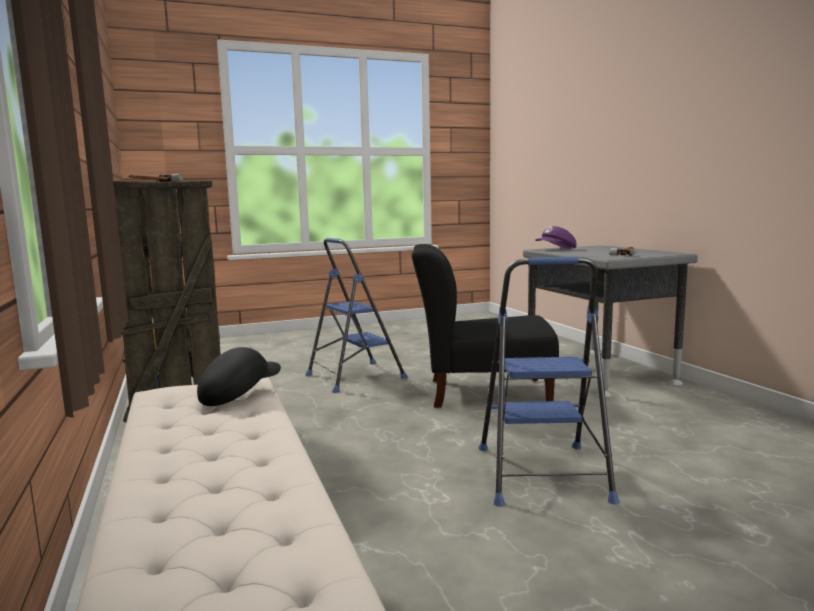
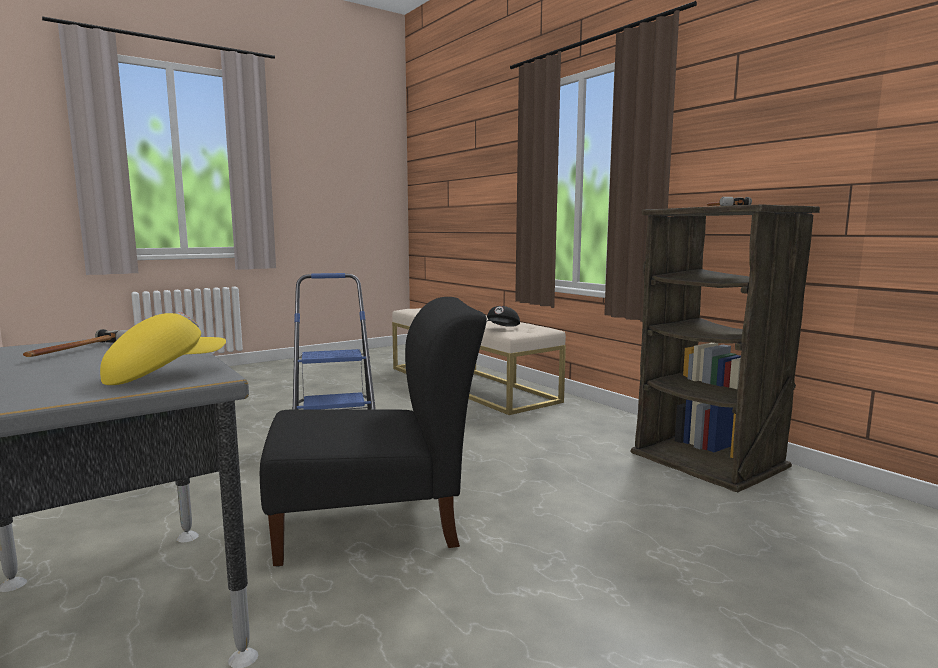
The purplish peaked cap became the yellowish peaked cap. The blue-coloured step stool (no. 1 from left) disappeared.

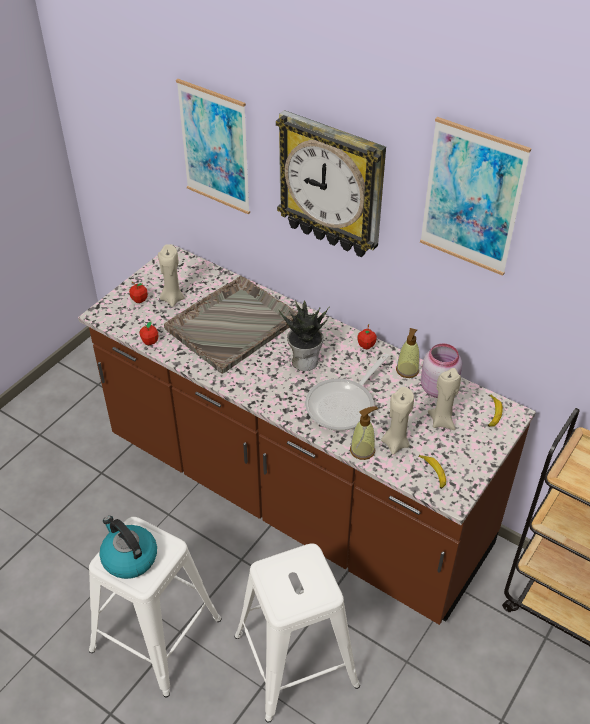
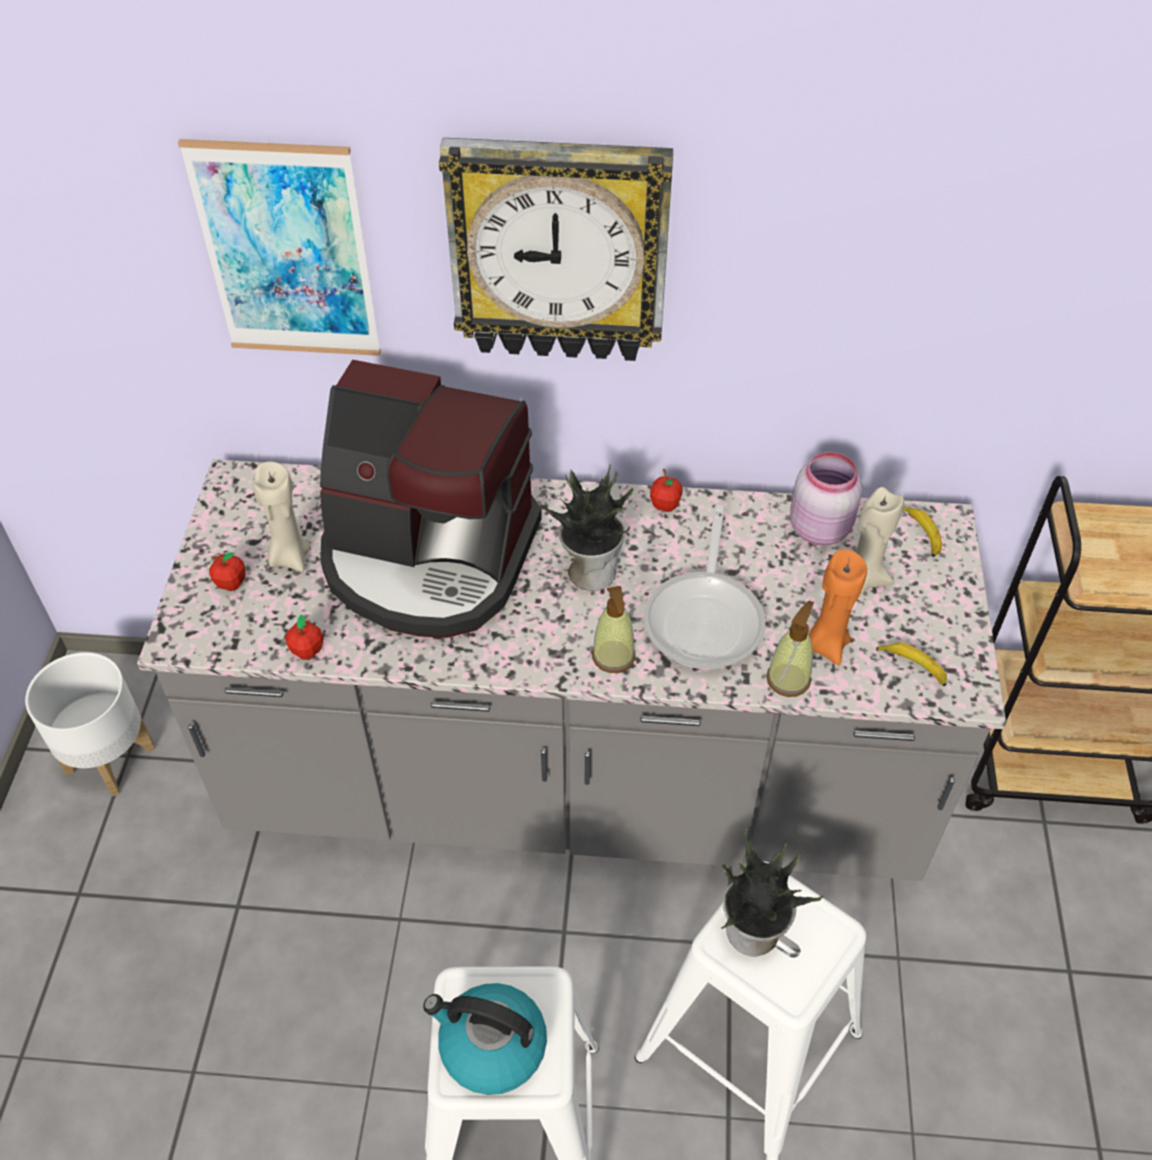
The wall picture (no. 2 from left) disappeared. The brownish counter became the gray counter. The gray tray was replaced by the coffee brewer. The soap dispenser (no. 2 from left in the first image) moved. The beige-coloured wax light (no. 2 from left) became the orange wax light. The whitish plant pot appeared. The houseplant (no. 2 from left) appeared.

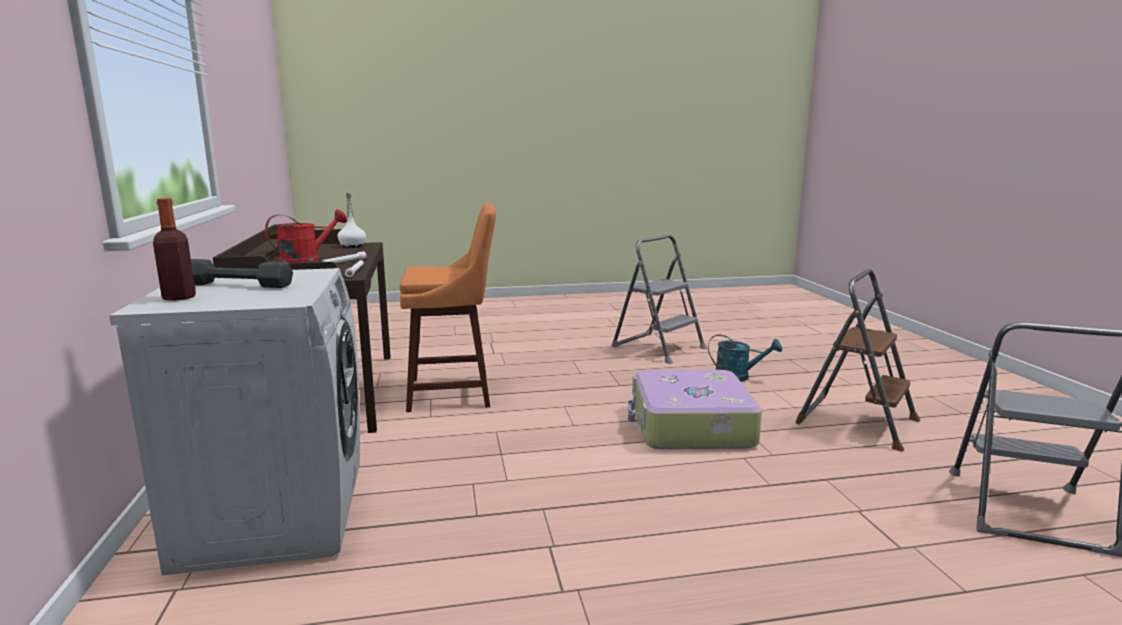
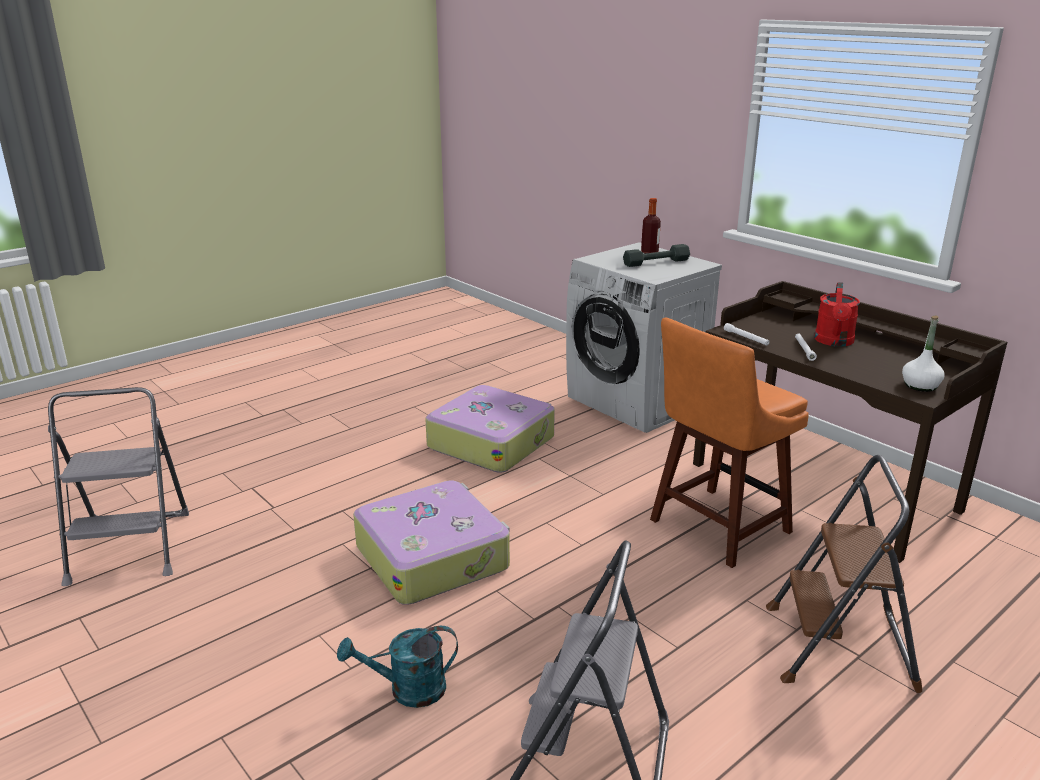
The brownish step stool moved. The suitcase (no. 2 from left) appeared.

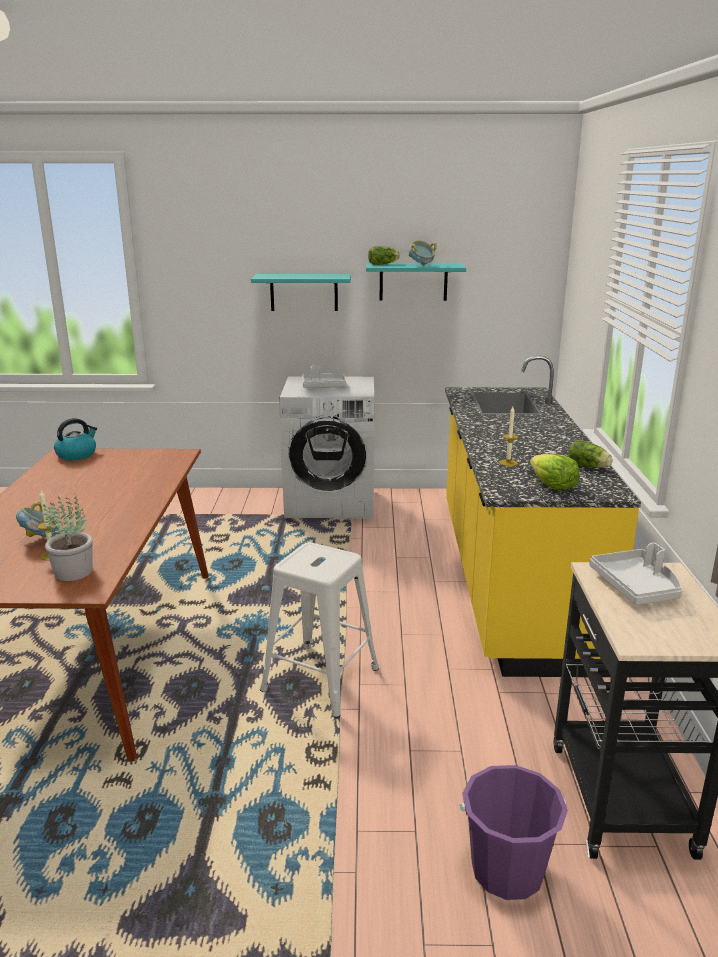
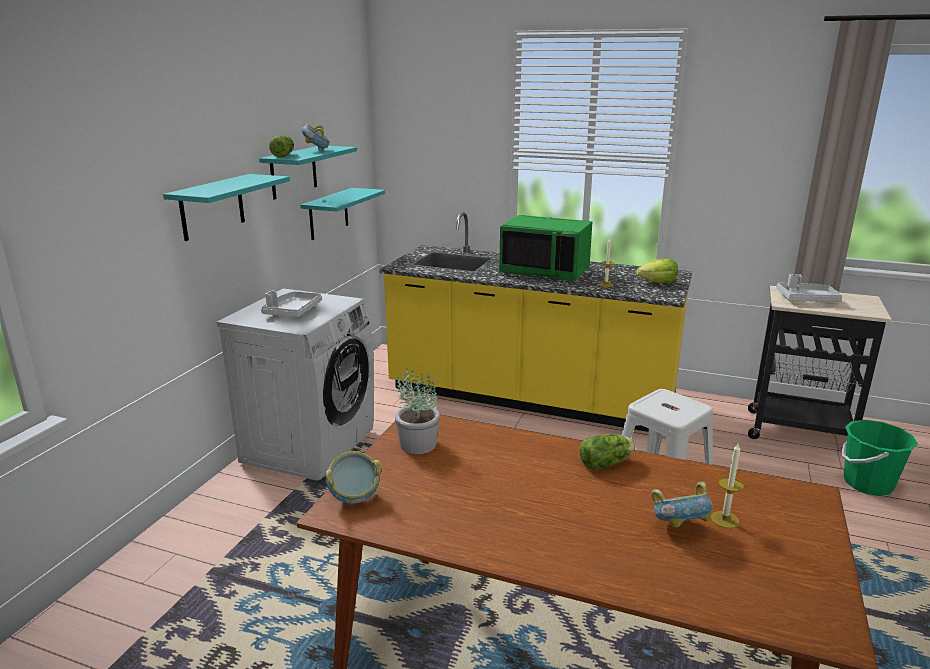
The tea kettle was replaced by the deep dish (no. 2 from left). The lettuce head (no. 3 from left in the first image) moved. The houseplant moved. The purplish bucket became the greenish bucket. The turquoise-coloured shelf (no. 3 from left) appeared. The greenish kitchen microwave appeared.

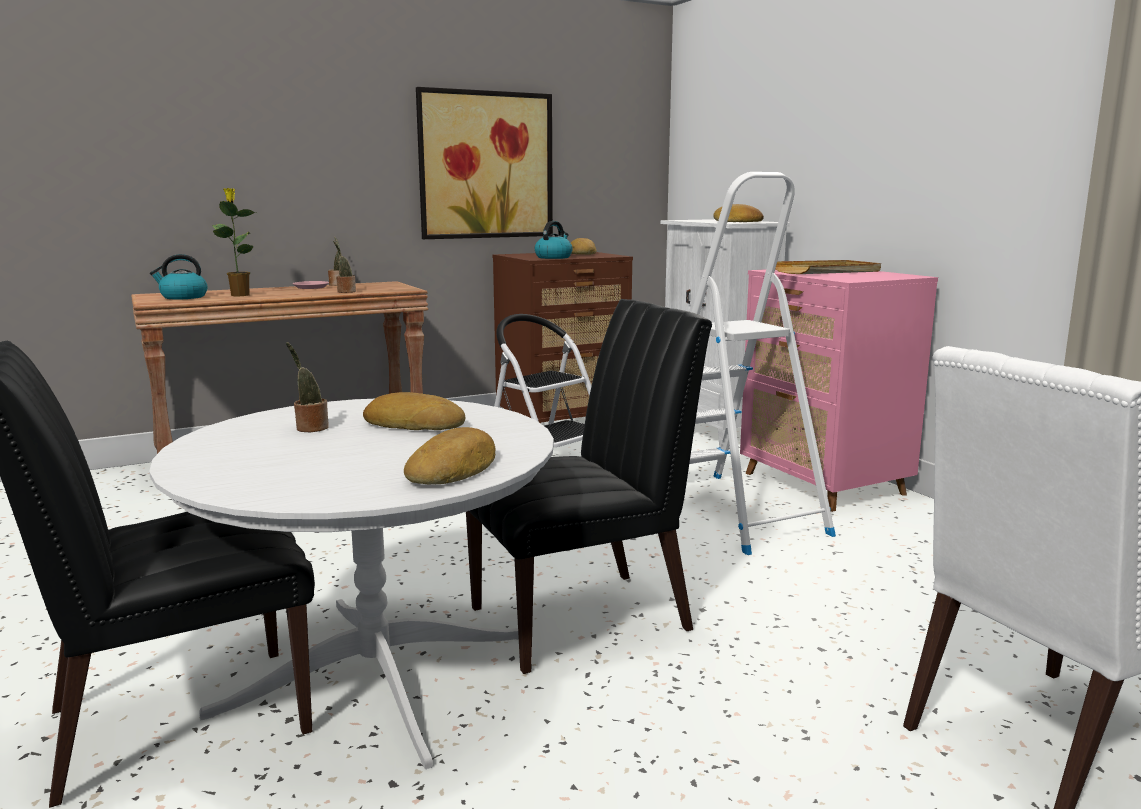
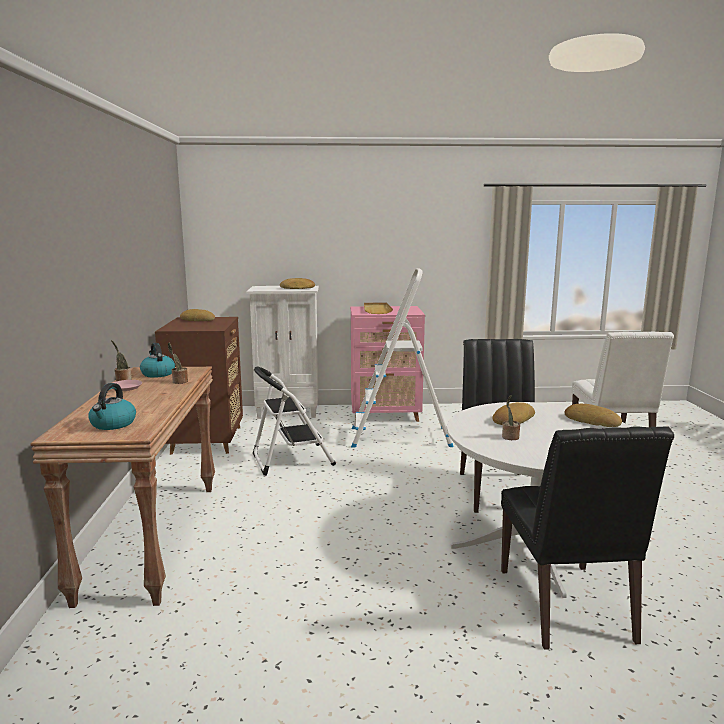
The wall picture disappeared. The houseplant (no. 1 from left) disappeared. The tea kettle (no. 2 from left) moved.

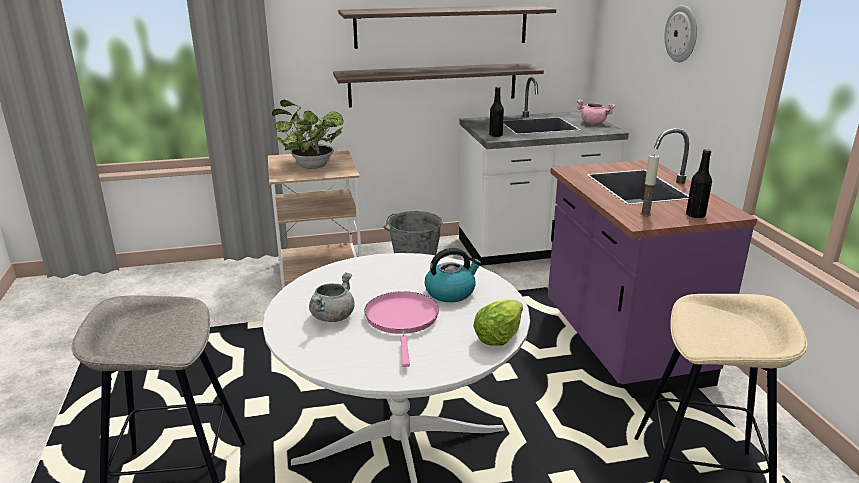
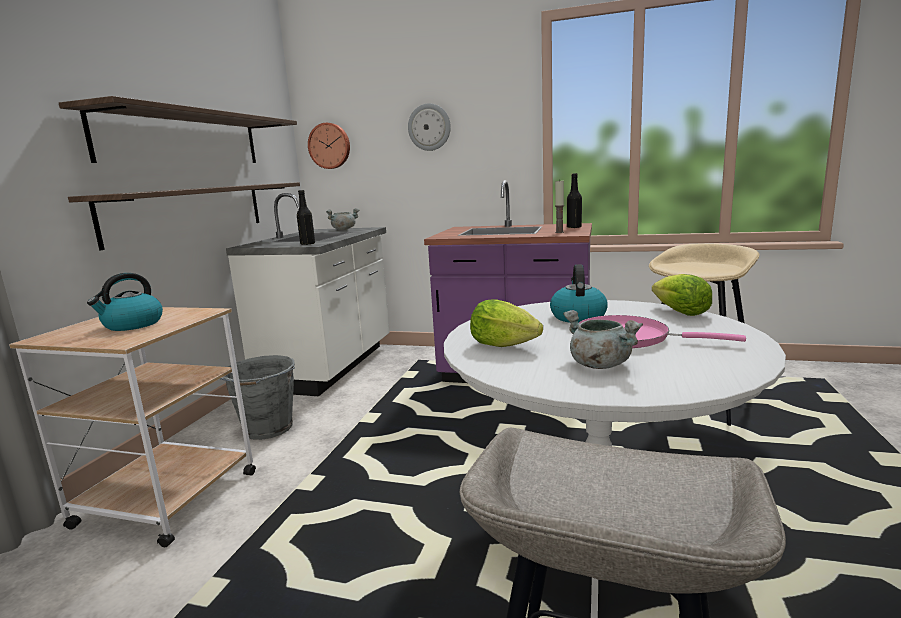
The houseplant was replaced by the tea kettle (no. 1 from left). The pinkish cooking pot became the gray cooking pot (no. 1 from left). The wall clock (no. 1 from left) appeared. The lettuce head (no. 1 from left) appeared.

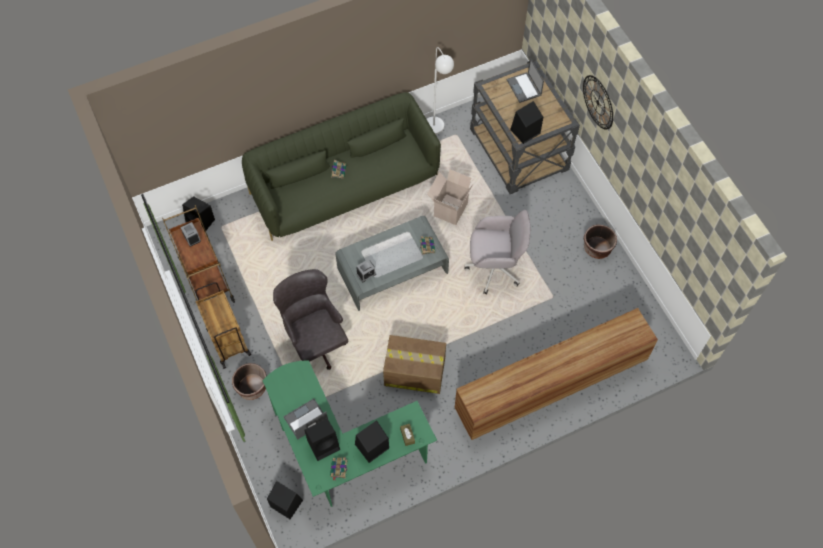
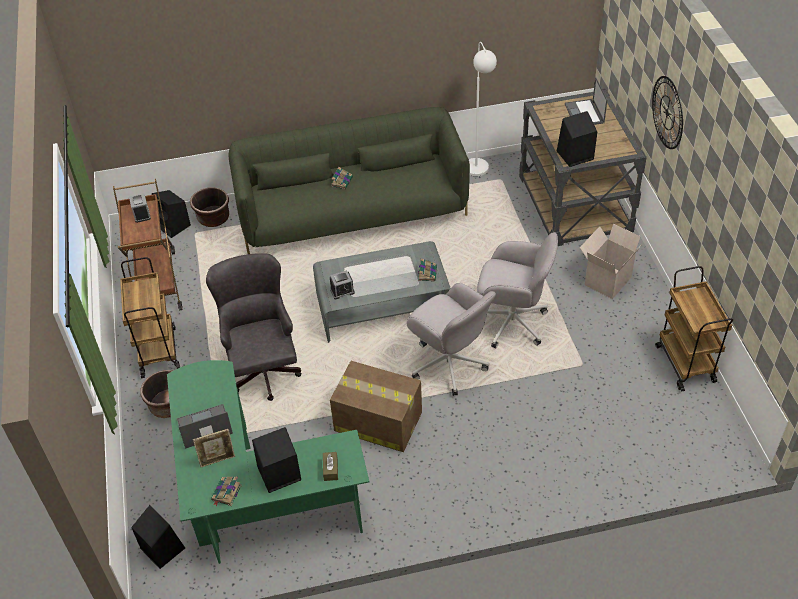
The carton (no. 2 from left) moved. The brownish plant pot (no. 2 from left) moved. The brownish cabinet disappeared. The black-coloured loudspeaker (no. 3 from left) was replaced by the photo frame. The brownish wheeled cart (no. 3 from left) appeared. The gray computer chair (no. 2 from left) appeared.

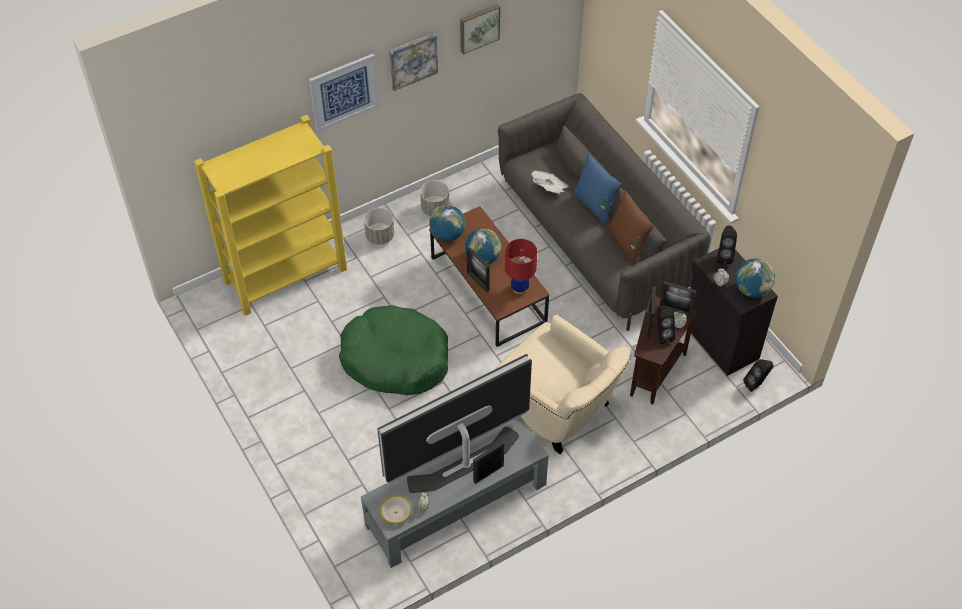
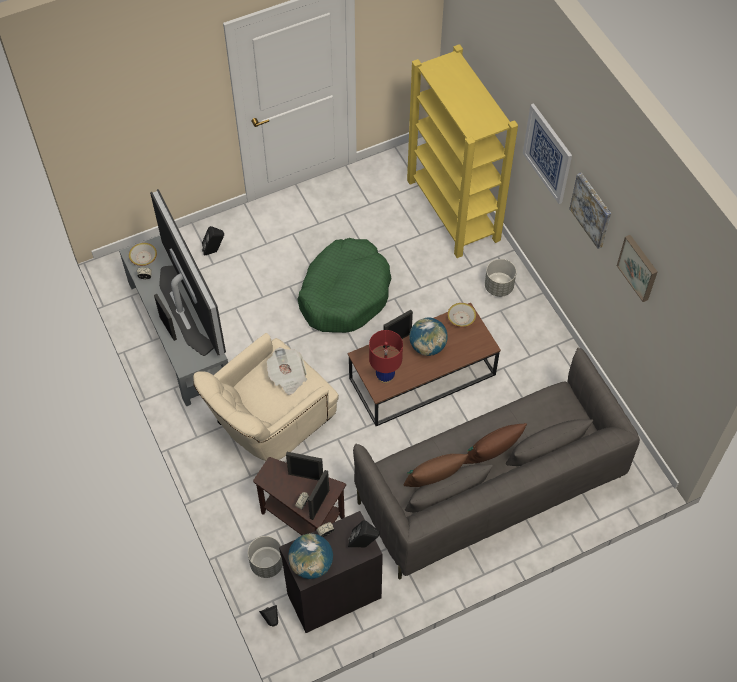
The blue-coloured pillow became the brownish pillow (no. 2 from left). The printed paper moved. The gray plant pot (no. 2 from left in the first image) moved. The desk globe (no. 1 from left) was replaced by the deep dish (no. 2 from left). The black-coloured loudspeaker (no. 1 from left) moved.

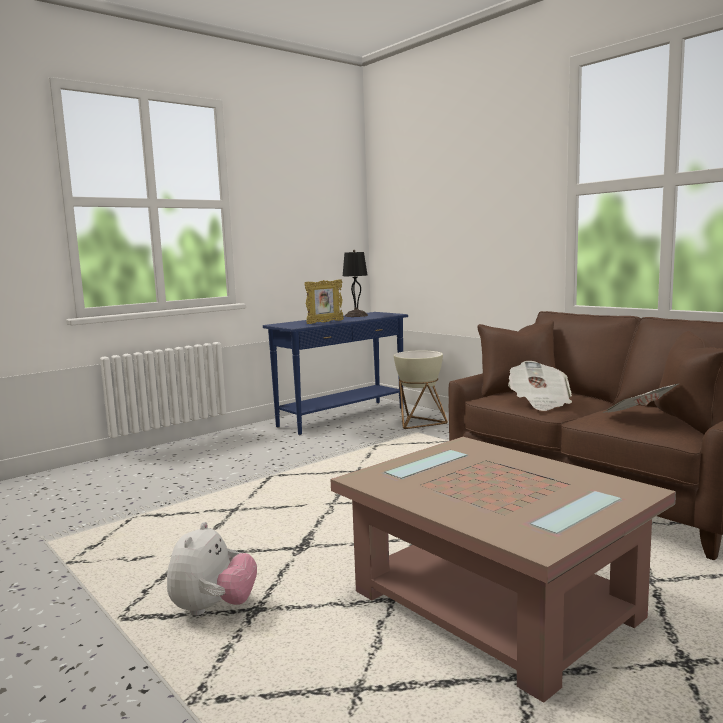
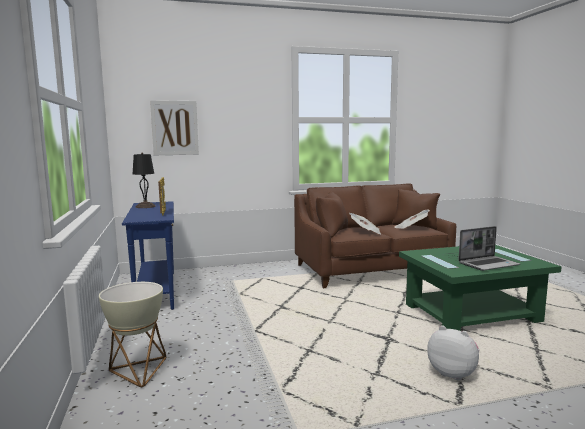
The plant pot moved. The brownish lounge table became the greenish lounge table. The wall picture appeared. The laptop appeared.

